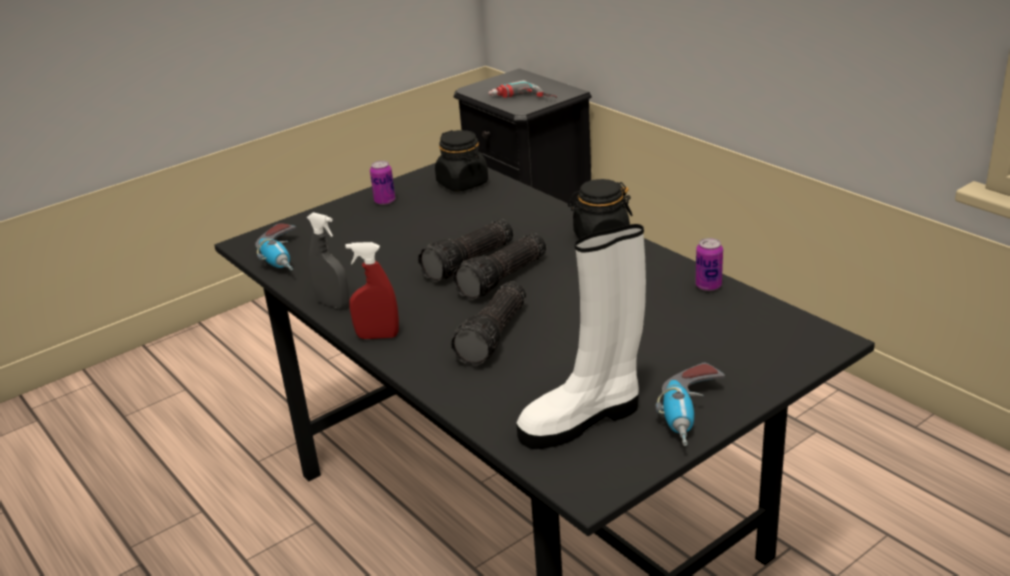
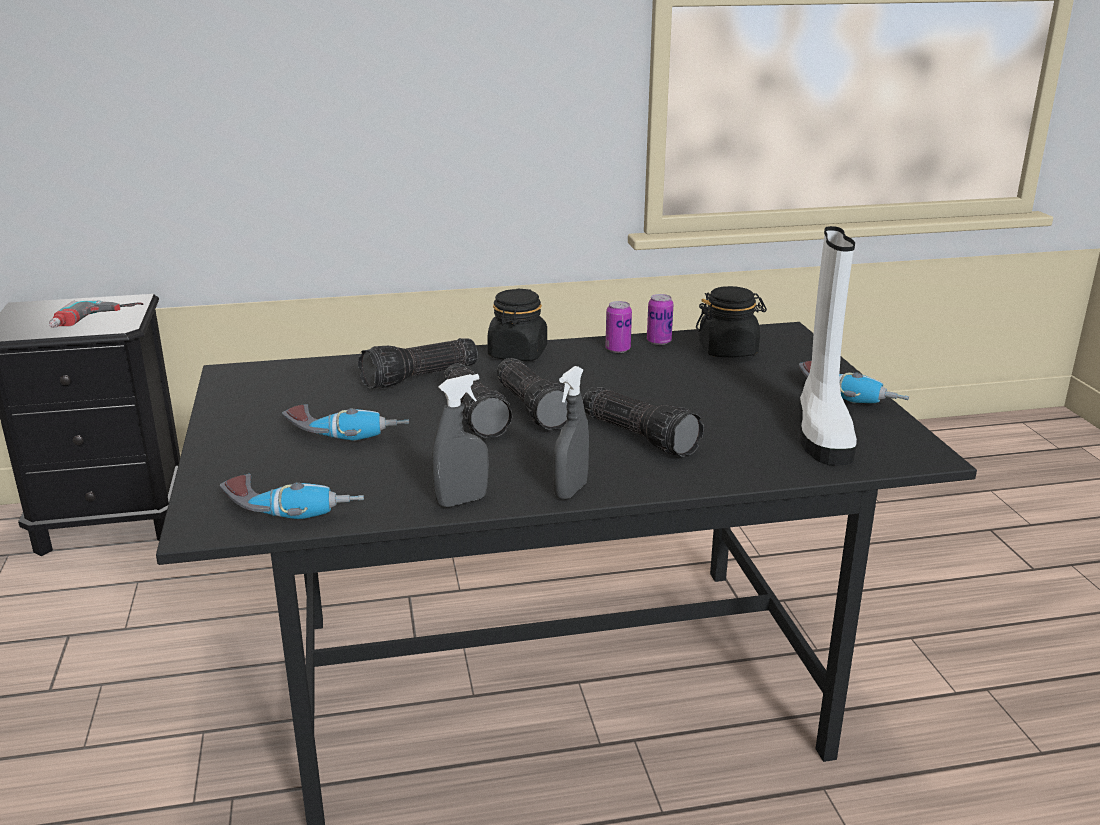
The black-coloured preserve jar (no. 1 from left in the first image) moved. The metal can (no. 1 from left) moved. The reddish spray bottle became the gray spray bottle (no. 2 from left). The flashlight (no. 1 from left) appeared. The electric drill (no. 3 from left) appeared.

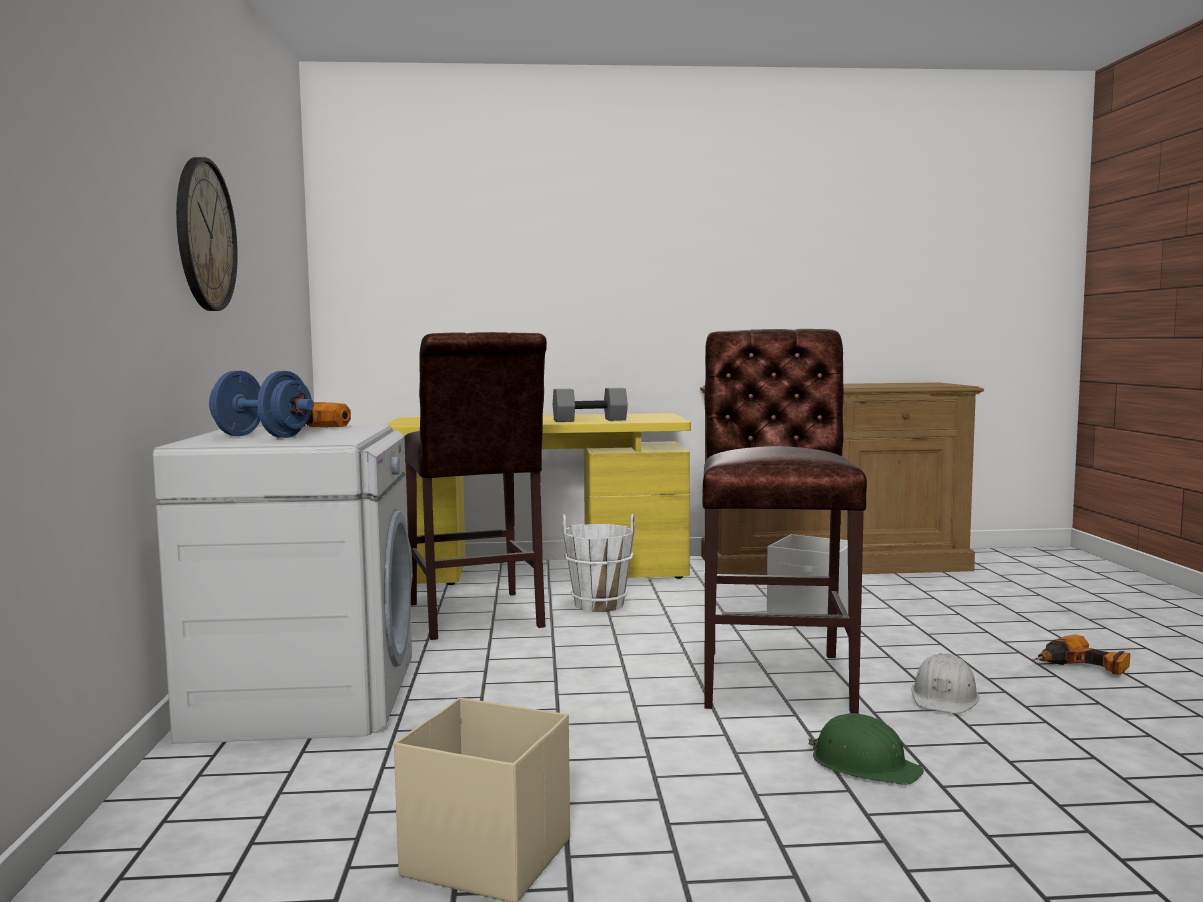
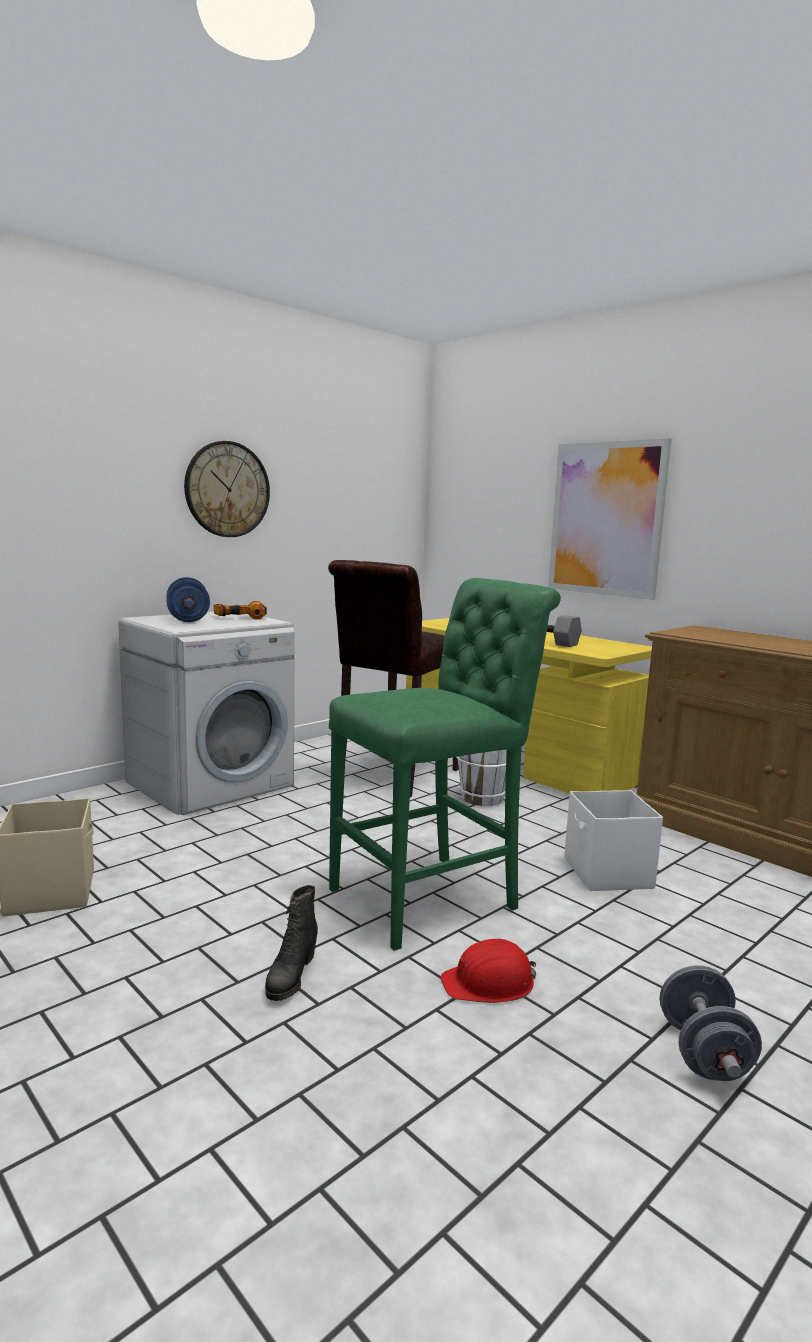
The brownish stool seat (no. 2 from left) became the greenish stool seat. The electric drill (no. 2 from left) was replaced by the gray dumbbell (no. 2 from left). The whitish work helmet became the reddish work helmet. The greenish work helmet was replaced by the black-coloured tall boot. The wall picture appeared.

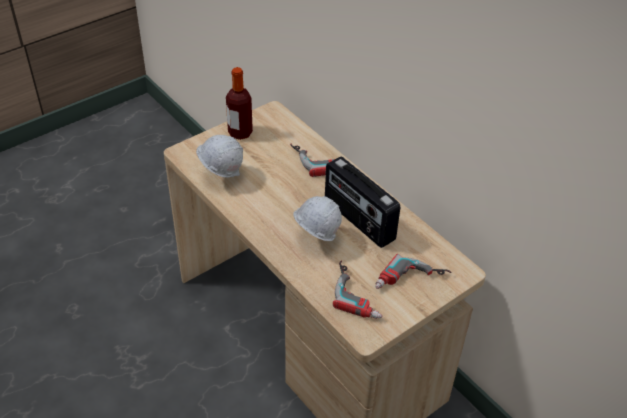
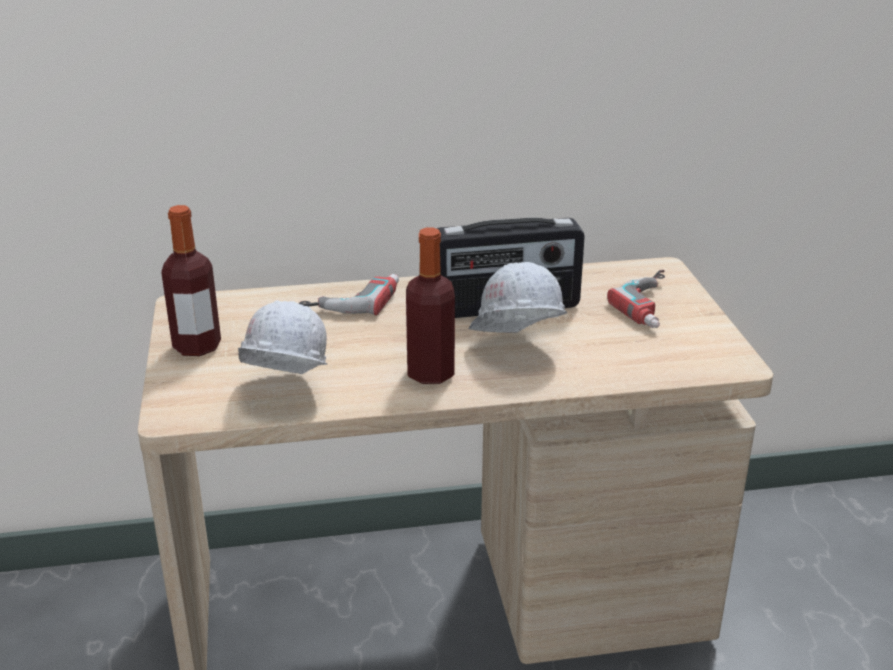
The electric drill (no. 2 from left) disappeared. The drink bottle (no. 2 from left) appeared.

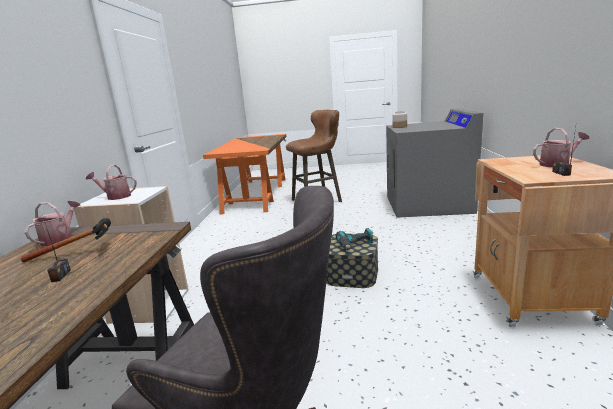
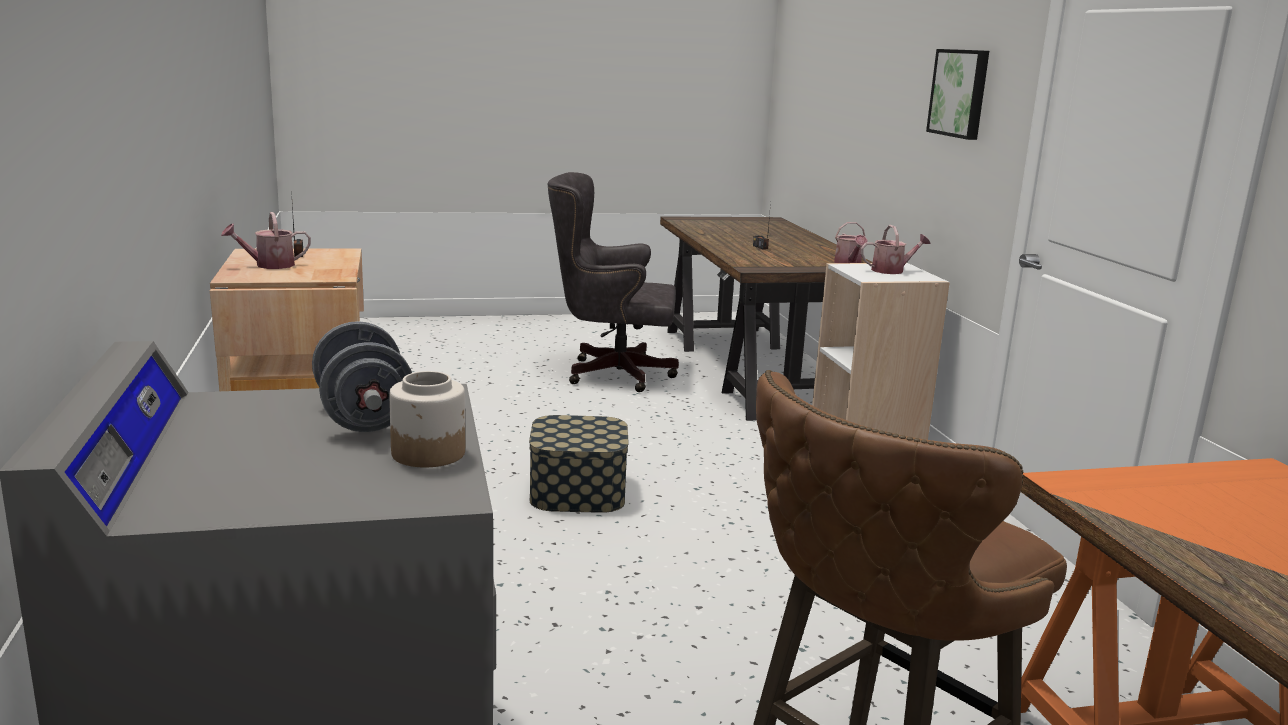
The hammer disappeared. The electric drill disappeared. The wall picture appeared. The gray dumbbell appeared.

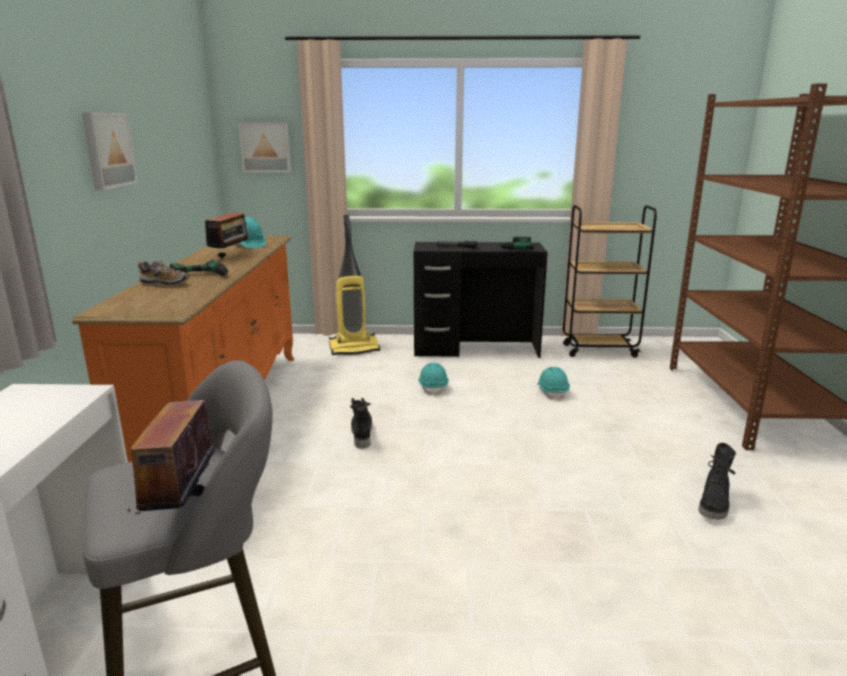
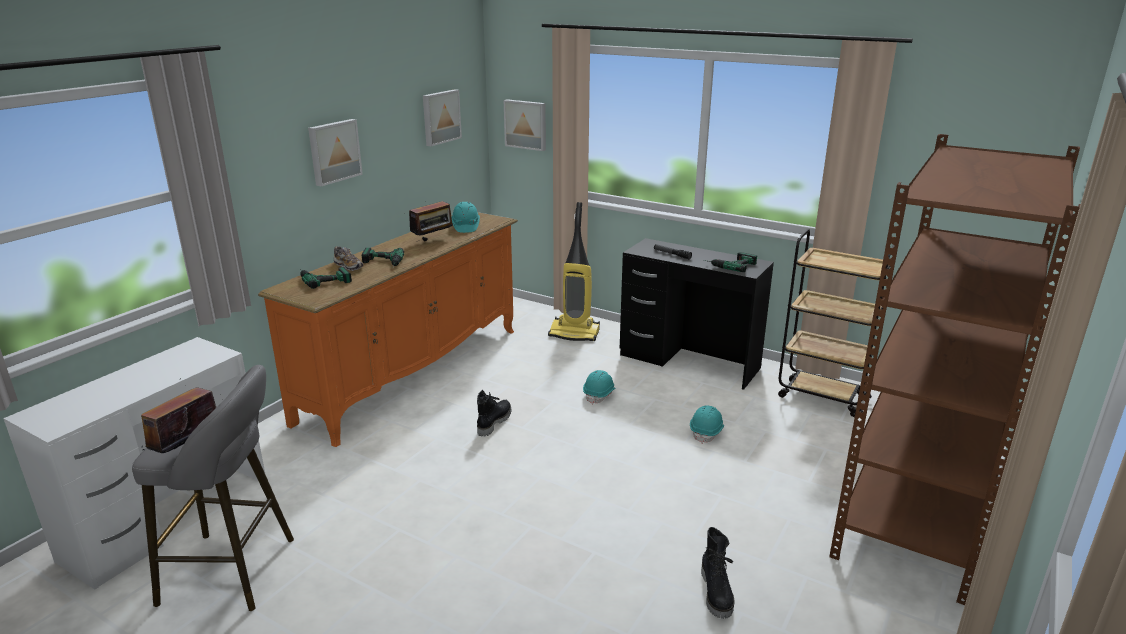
The black-coloured tall boot (no. 2 from left) turned 60 degrees counterclockwise. The wall picture (no. 2 from left) appeared. The electric drill (no. 1 from left) appeared.

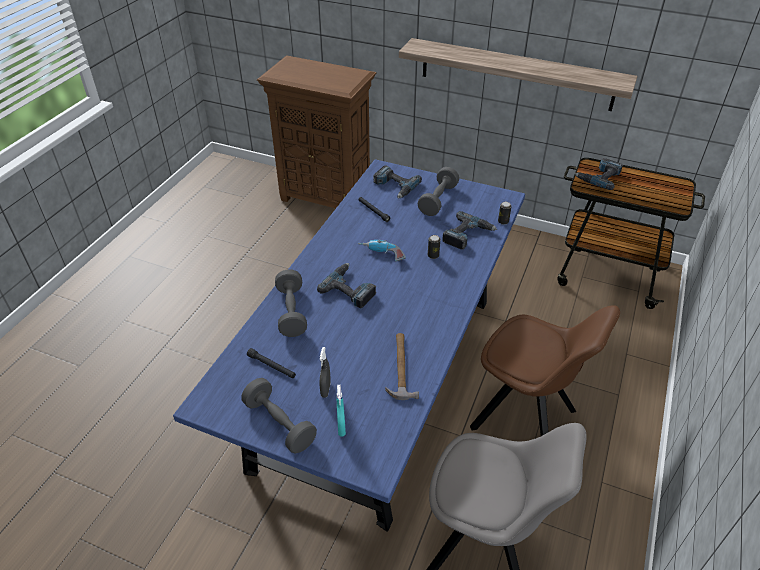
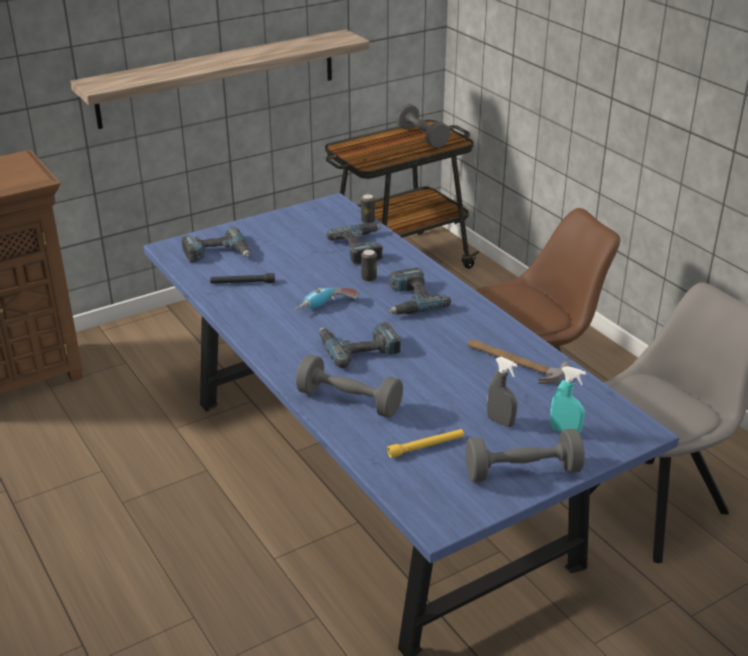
The electric drill (no. 5 from left) moved. The gray dumbbell (no. 3 from left in the first image) moved. The black-coloured flashlight (no. 1 from left) became the yellowish flashlight.

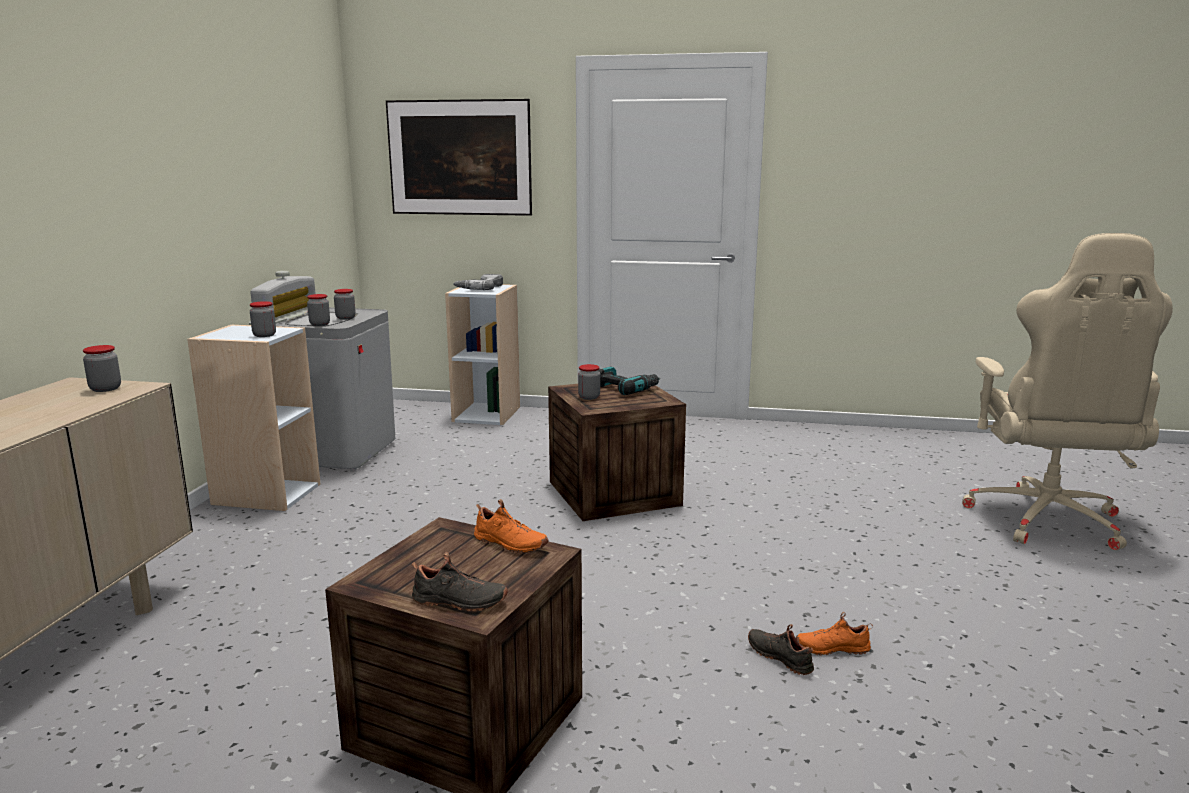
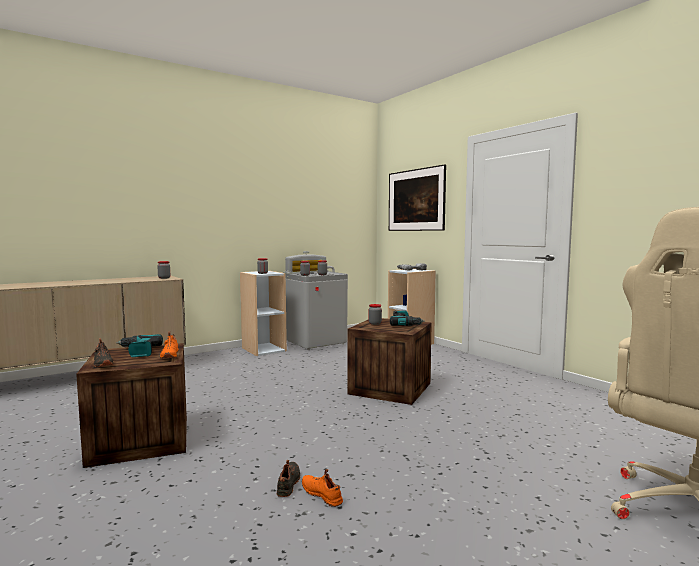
The electric drill (no. 1 from left) appeared.

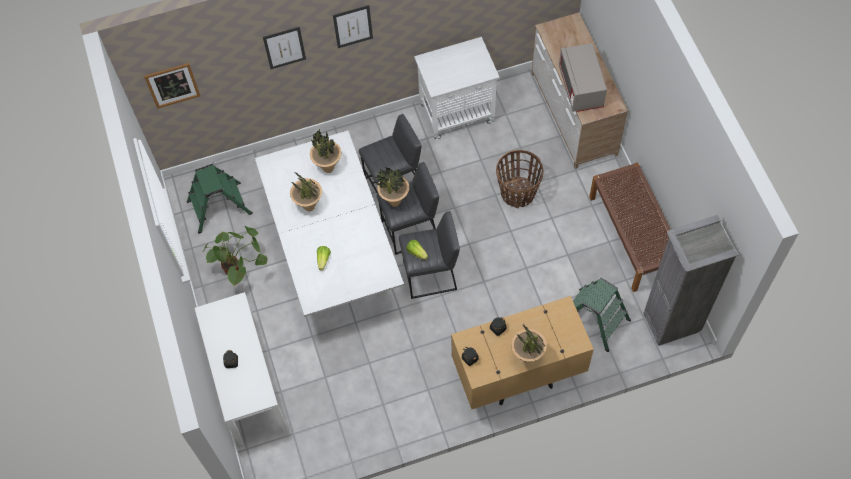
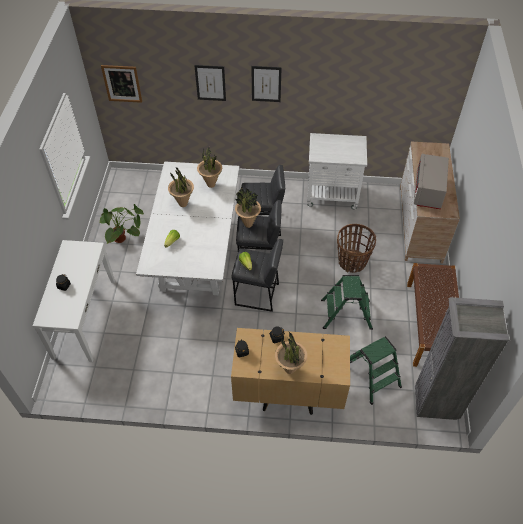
The greenish step stool (no. 1 from left) moved.

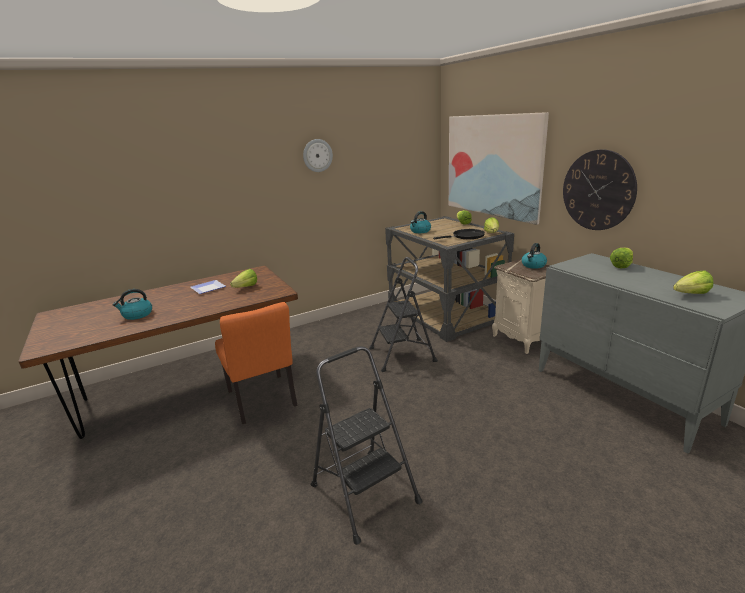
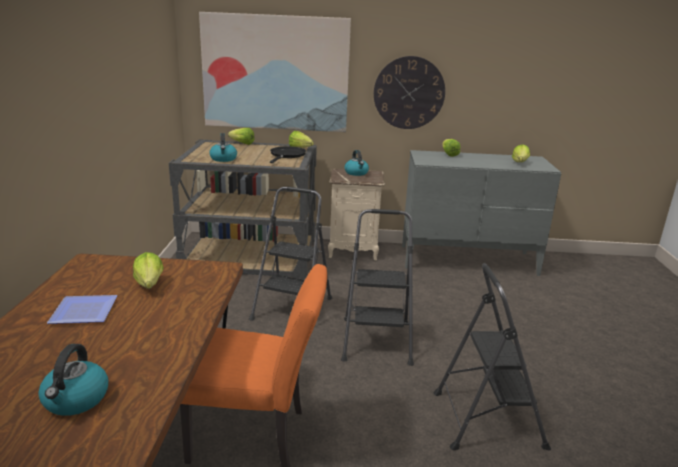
The wall clock (no. 1 from left) disappeared. The black-coloured step stool (no. 2 from left) appeared.

